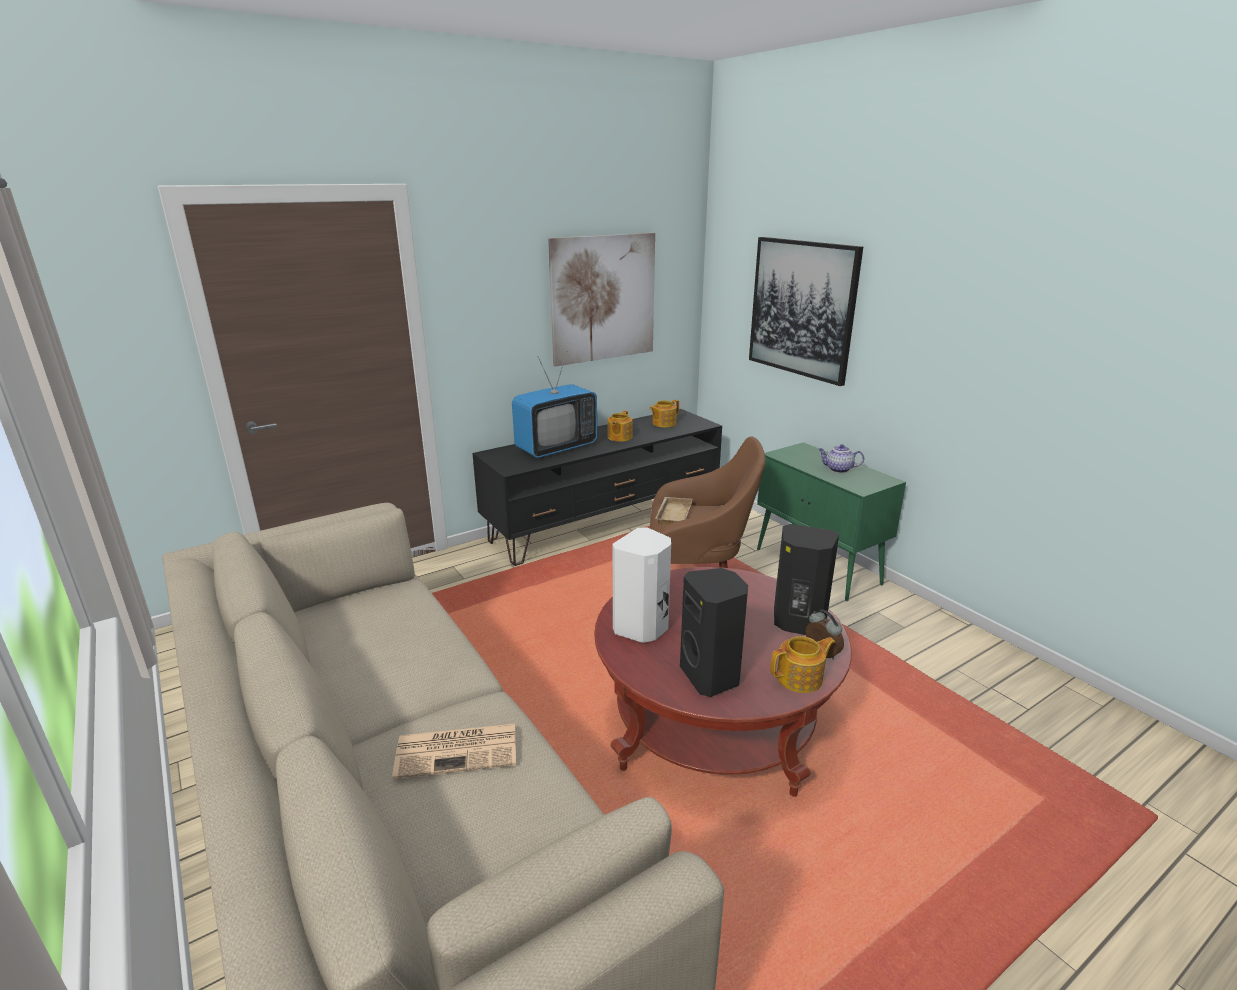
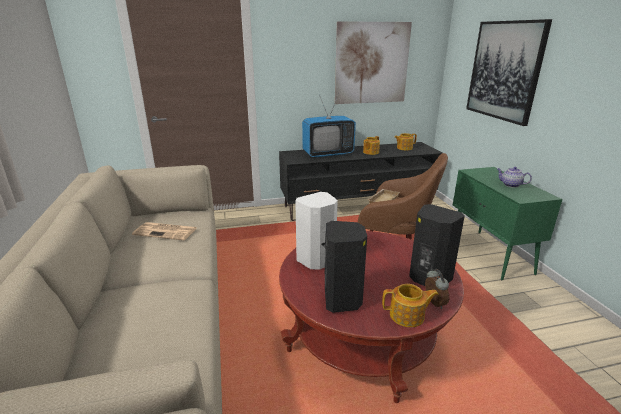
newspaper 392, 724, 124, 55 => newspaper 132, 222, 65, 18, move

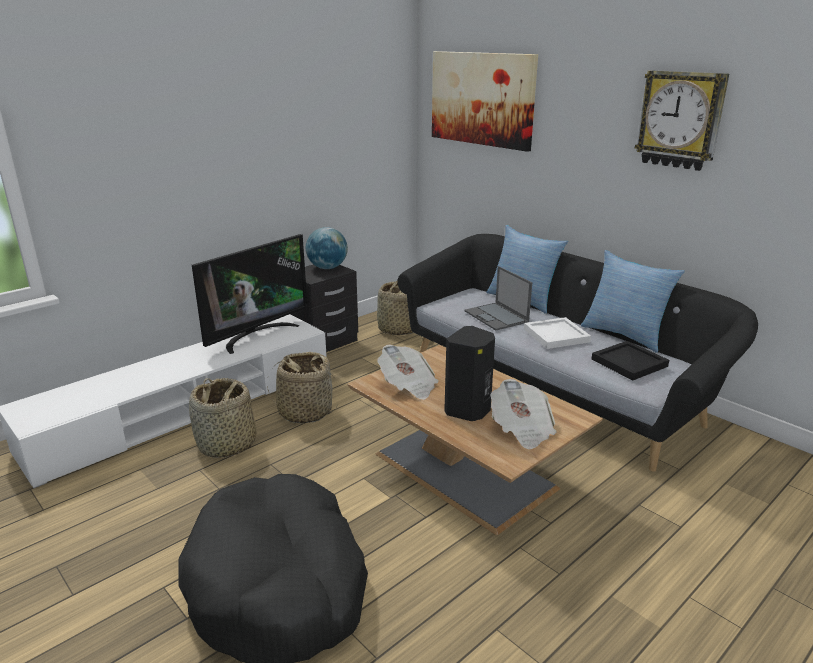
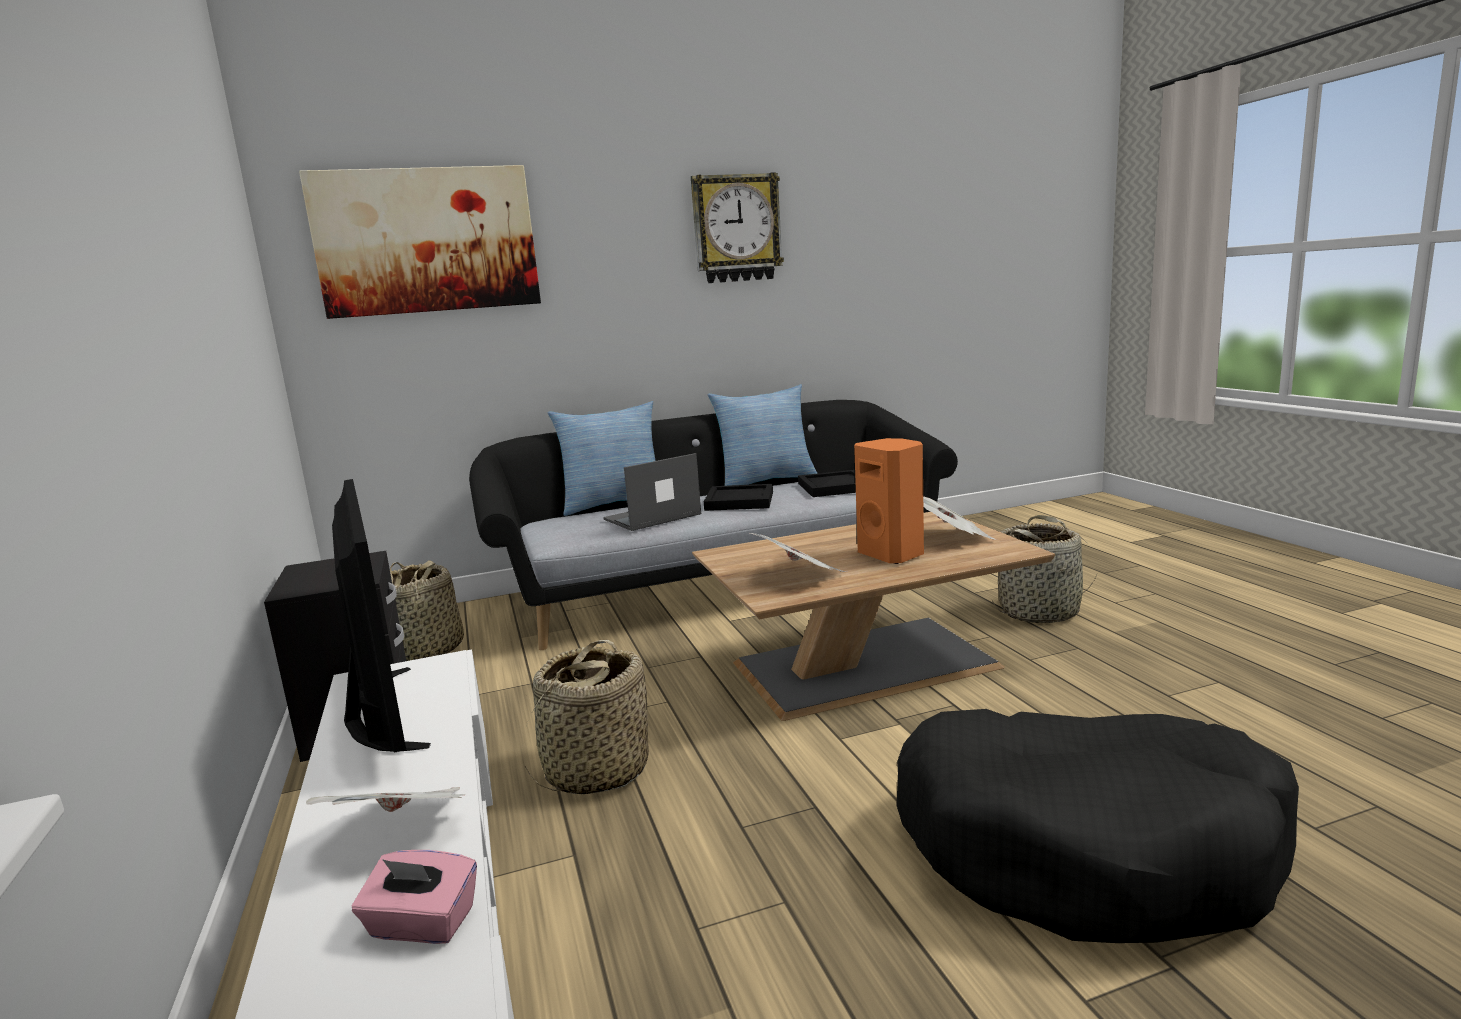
globe 306, 227, 42, 42 => nothing
nothing => newspaper 306, 787, 159, 25
nothing => pink tissue box 352, 850, 125, 94
basket 189, 378, 68, 80 => basket 992, 515, 106, 108, move
black speaker 444, 326, 51, 95 => orange speaker 854, 438, 70, 126
white tray 524, 317, 67, 32 => black tray 704, 484, 69, 27
laptop 464, 266, 68, 65 => laptop 603, 453, 98, 78, 150 degrees clockwise

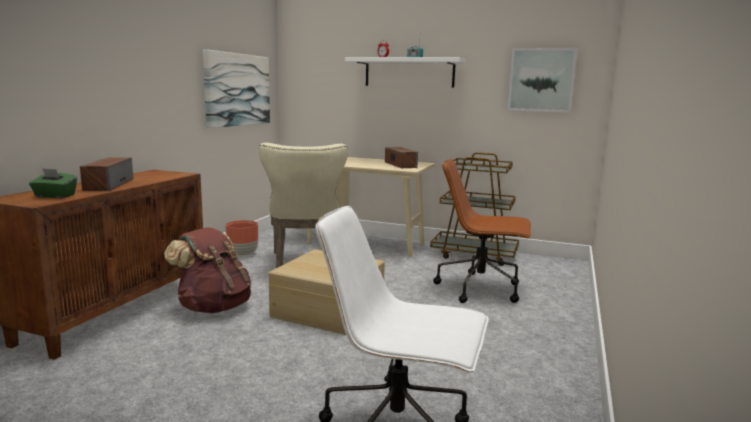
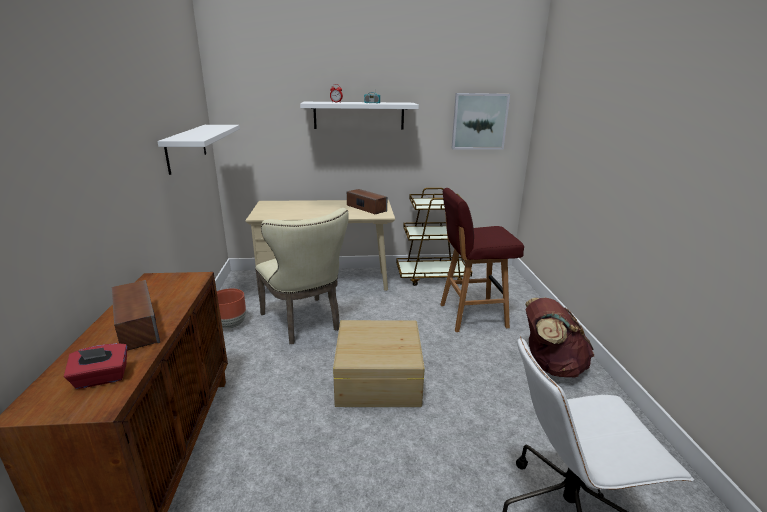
brown backpack 164, 227, 87, 86 => brown backpack 525, 297, 69, 80, move
picture 203, 49, 67, 79 => white shelf 157, 125, 83, 50
brown office chair 433, 159, 98, 144 => red stool 440, 188, 84, 144
green tissue box 29, 168, 48, 30 => red tissue box 64, 343, 63, 46

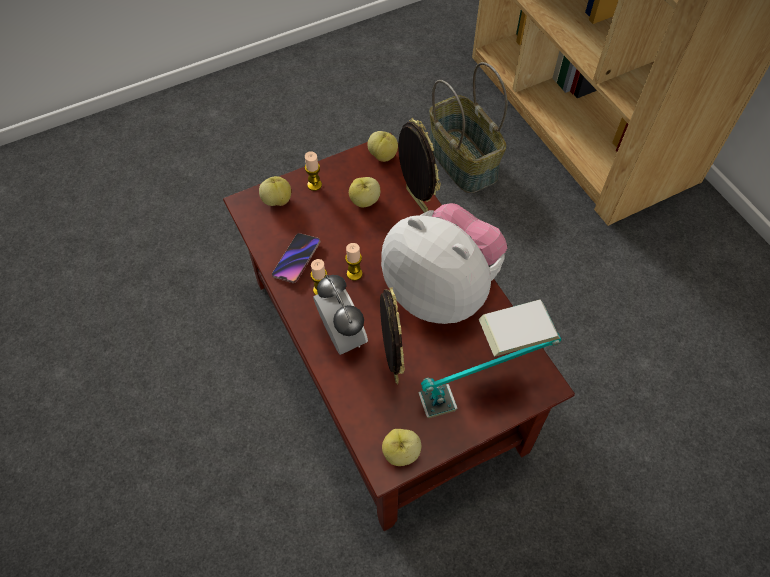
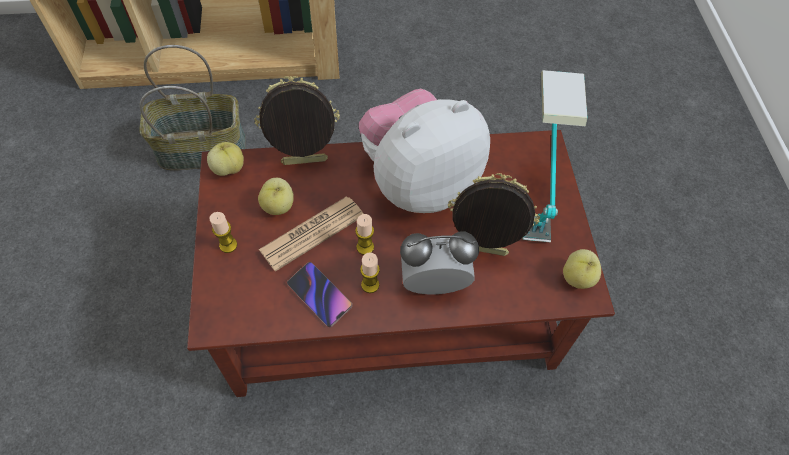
apple 259, 176, 32, 30 => nothing
nothing => newspaper 259, 196, 105, 76

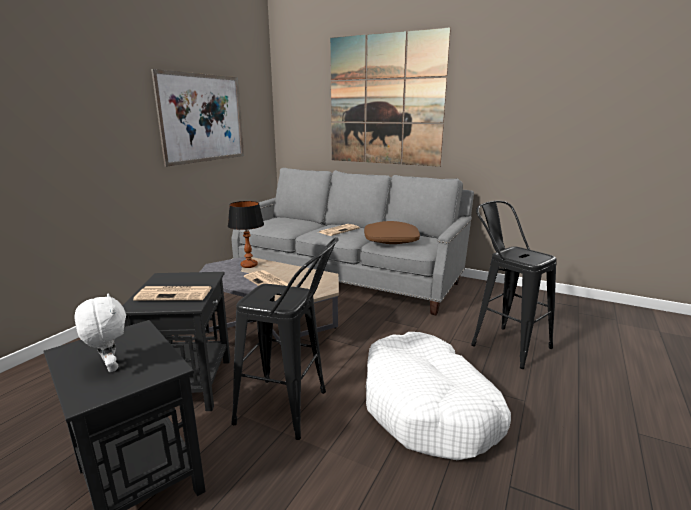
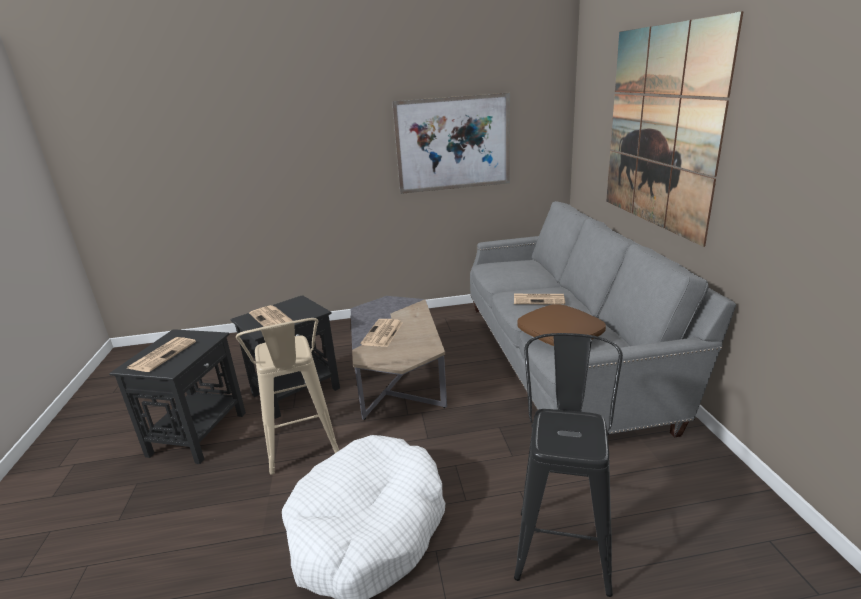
table lamp 228, 201, 36, 67 => nothing
white plush toy 74, 294, 52, 78 => newspaper 128, 337, 68, 35
black stool 231, 237, 108, 203 => beige stool 236, 318, 103, 157

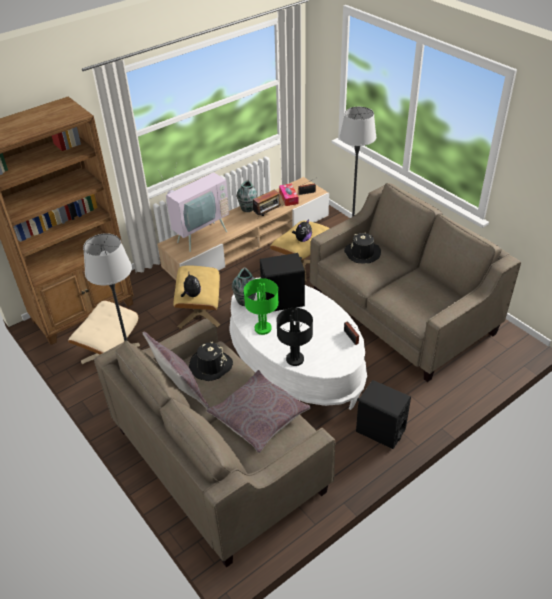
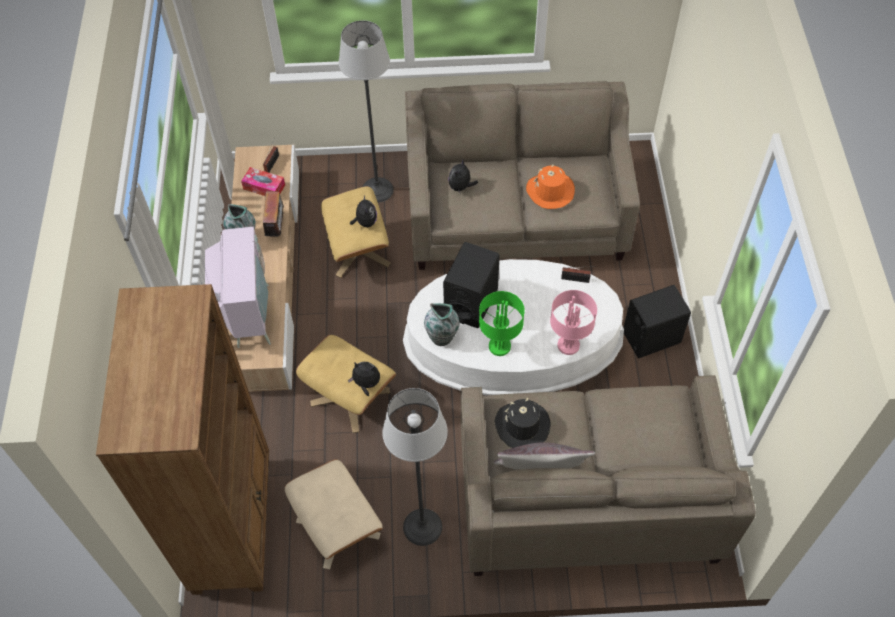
grey pillow 206, 370, 105, 83 => nothing
nothing => orange hat 526, 164, 49, 45
black hat 344, 232, 37, 31 => plush toy 448, 159, 30, 35
black table lamp 276, 308, 37, 58 => pink table lamp 550, 290, 47, 65

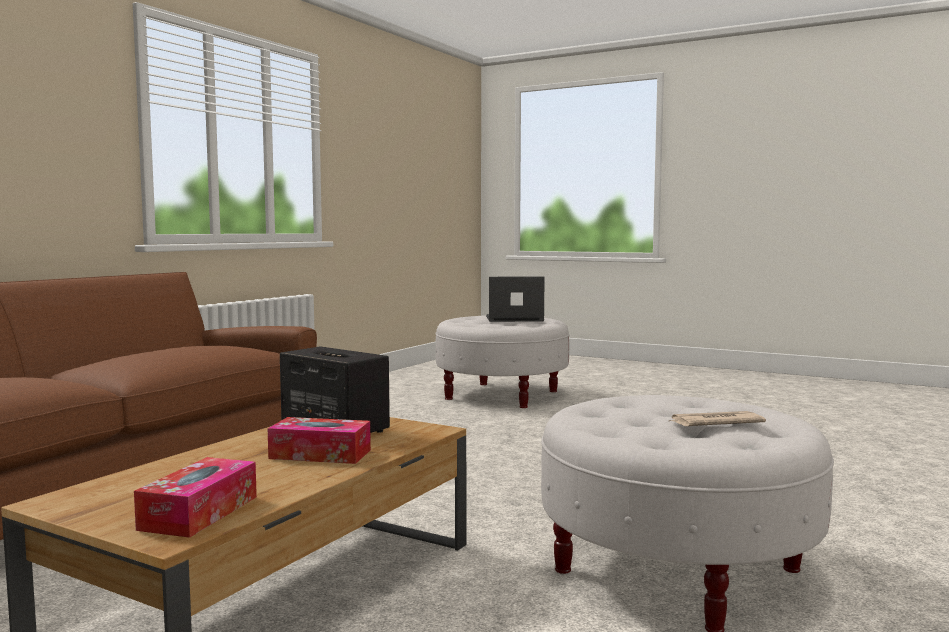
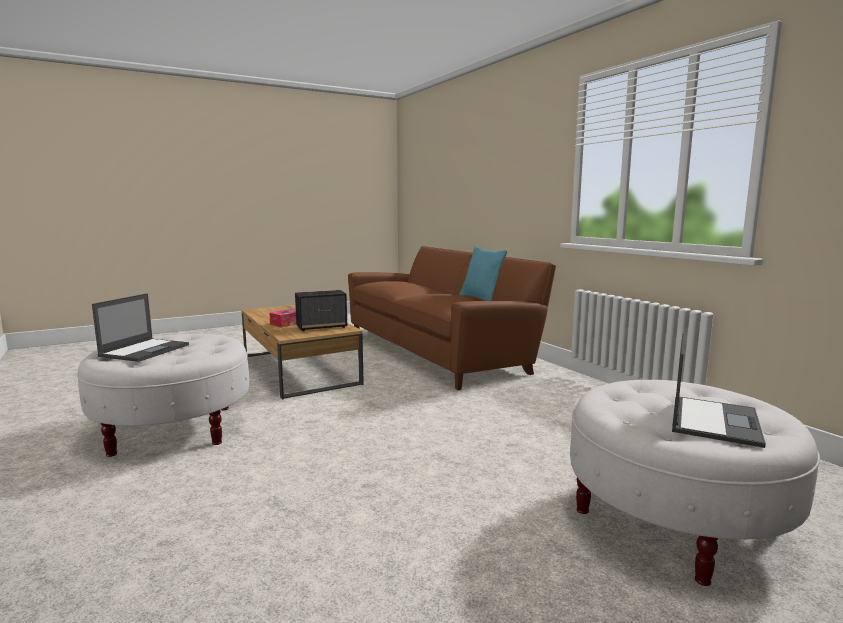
tissue box 134, 457, 123, 81 => nothing
nothing => turquoise pillow 460, 247, 47, 54
newspaper 669, 411, 97, 15 => laptop 92, 293, 97, 69

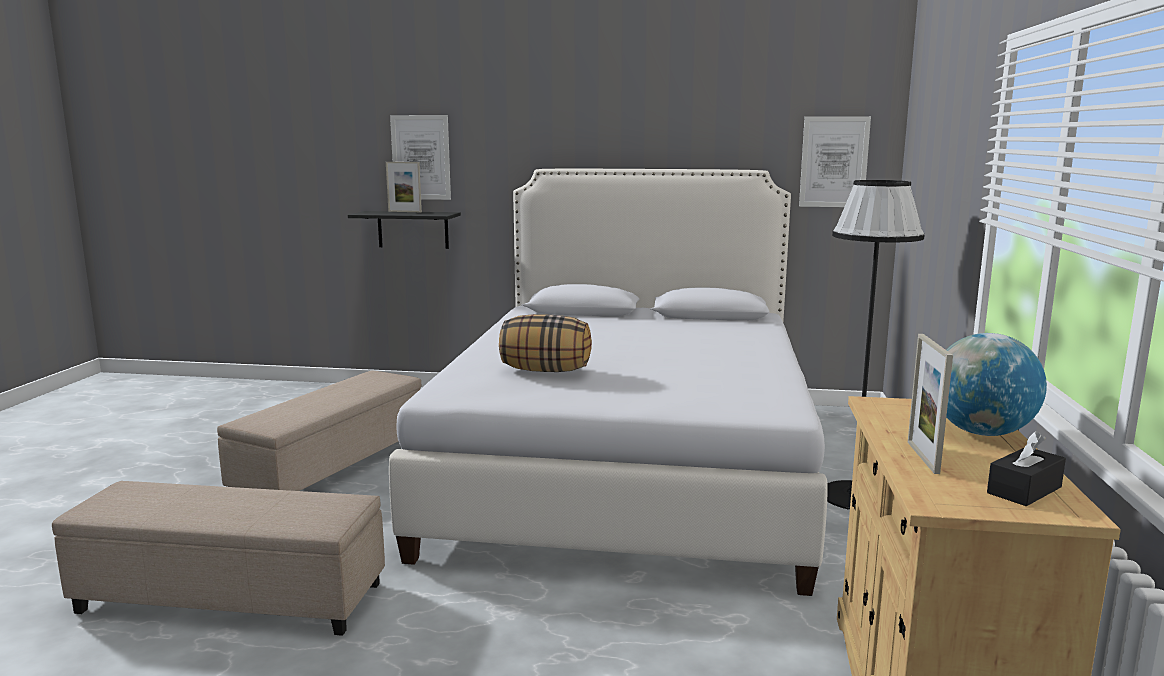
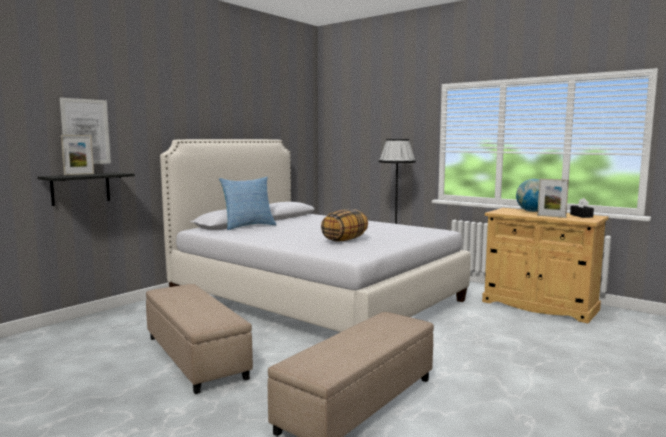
picture 799, 116, 72, 91 => nothing
nothing => pillow 219, 177, 57, 53

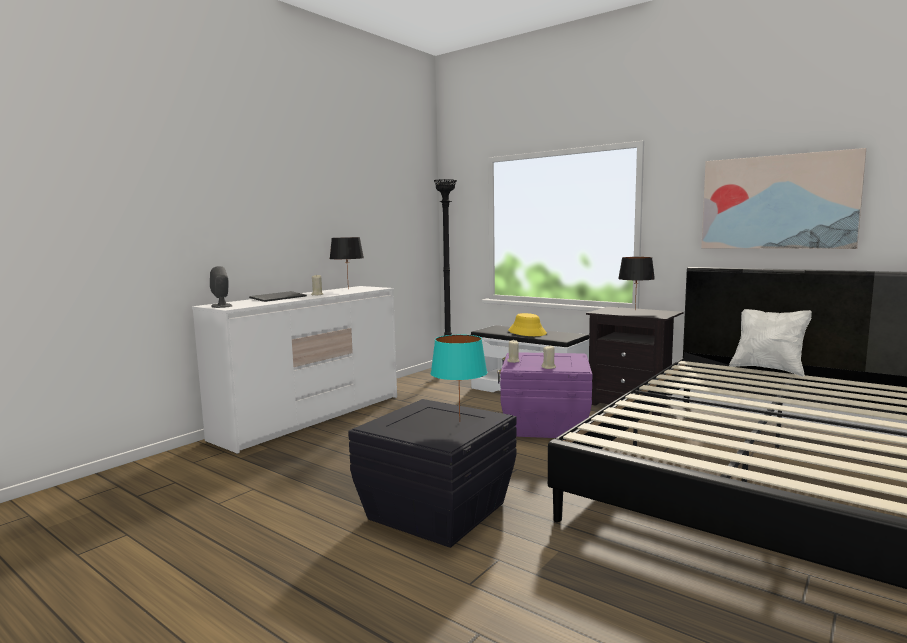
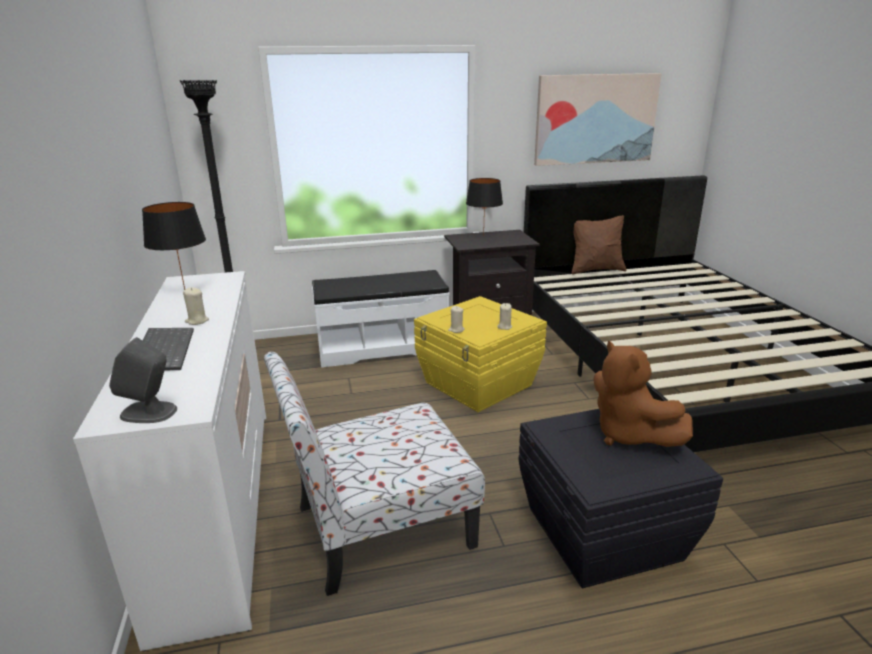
yellow hat 508, 313, 39, 23 => nothing
nothing => chair 264, 352, 221, 244
turquoise table lamp 431, 335, 56, 87 => brown plush toy 593, 340, 100, 107
purple storage box 497, 352, 95, 86 => yellow storage box 414, 296, 133, 116
white pillow 729, 309, 83, 68 => brown pillow 572, 215, 55, 60

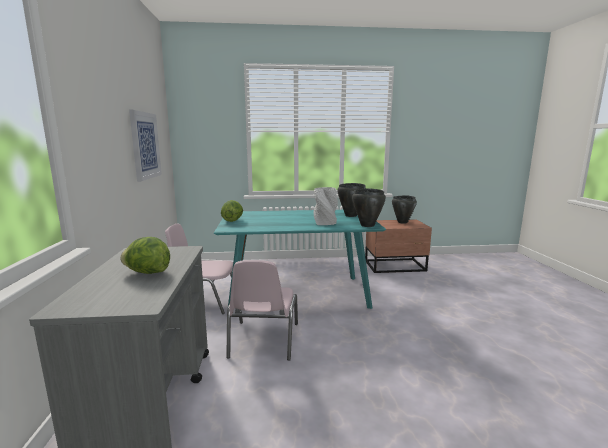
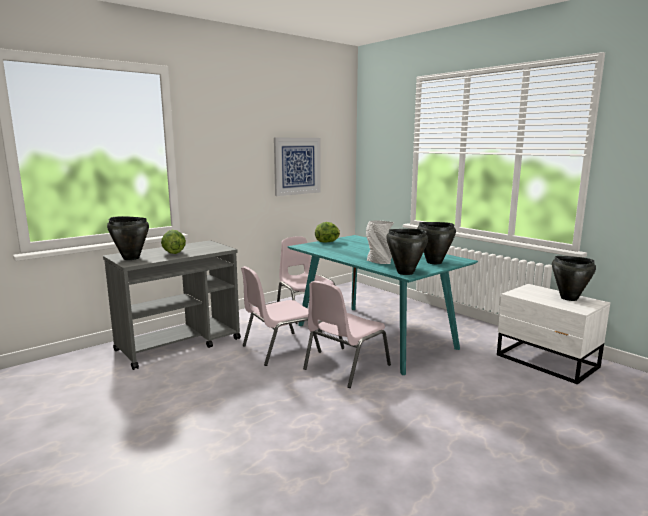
nothing => black cooking pot 107, 216, 42, 44
nothing => pink chair 303, 281, 88, 107
brown nightstand 365, 219, 67, 54 => white nightstand 497, 284, 113, 100

